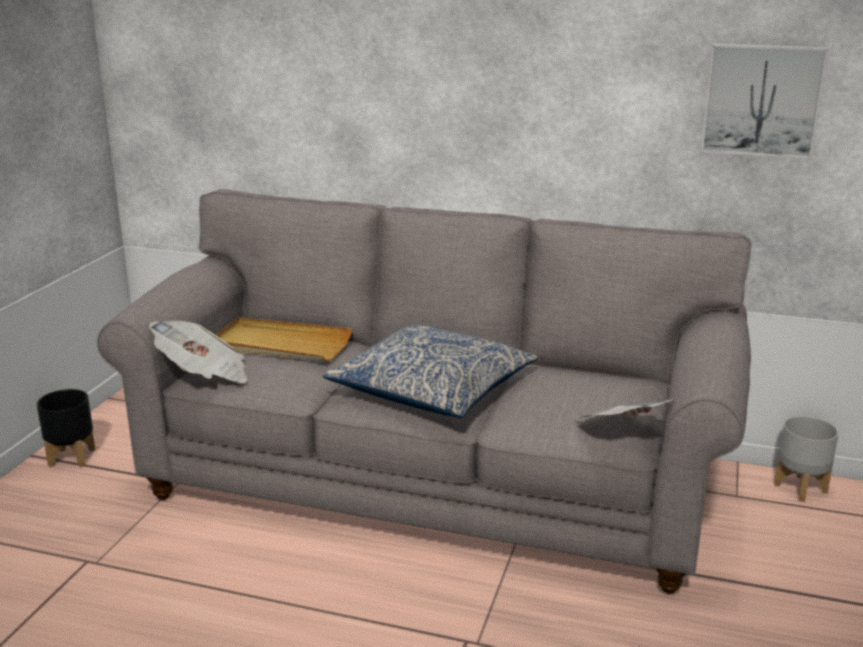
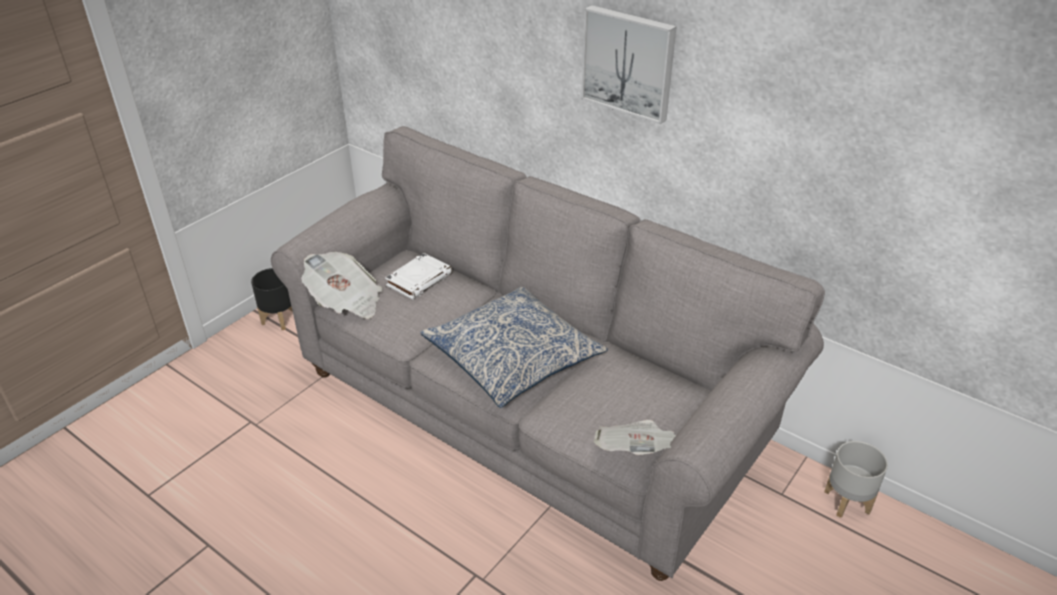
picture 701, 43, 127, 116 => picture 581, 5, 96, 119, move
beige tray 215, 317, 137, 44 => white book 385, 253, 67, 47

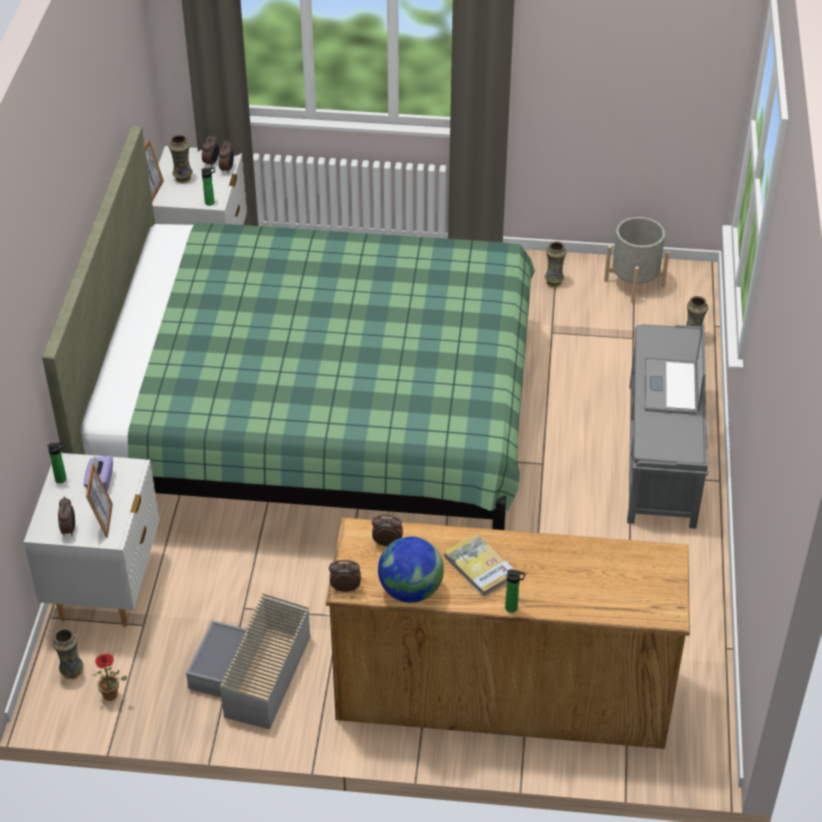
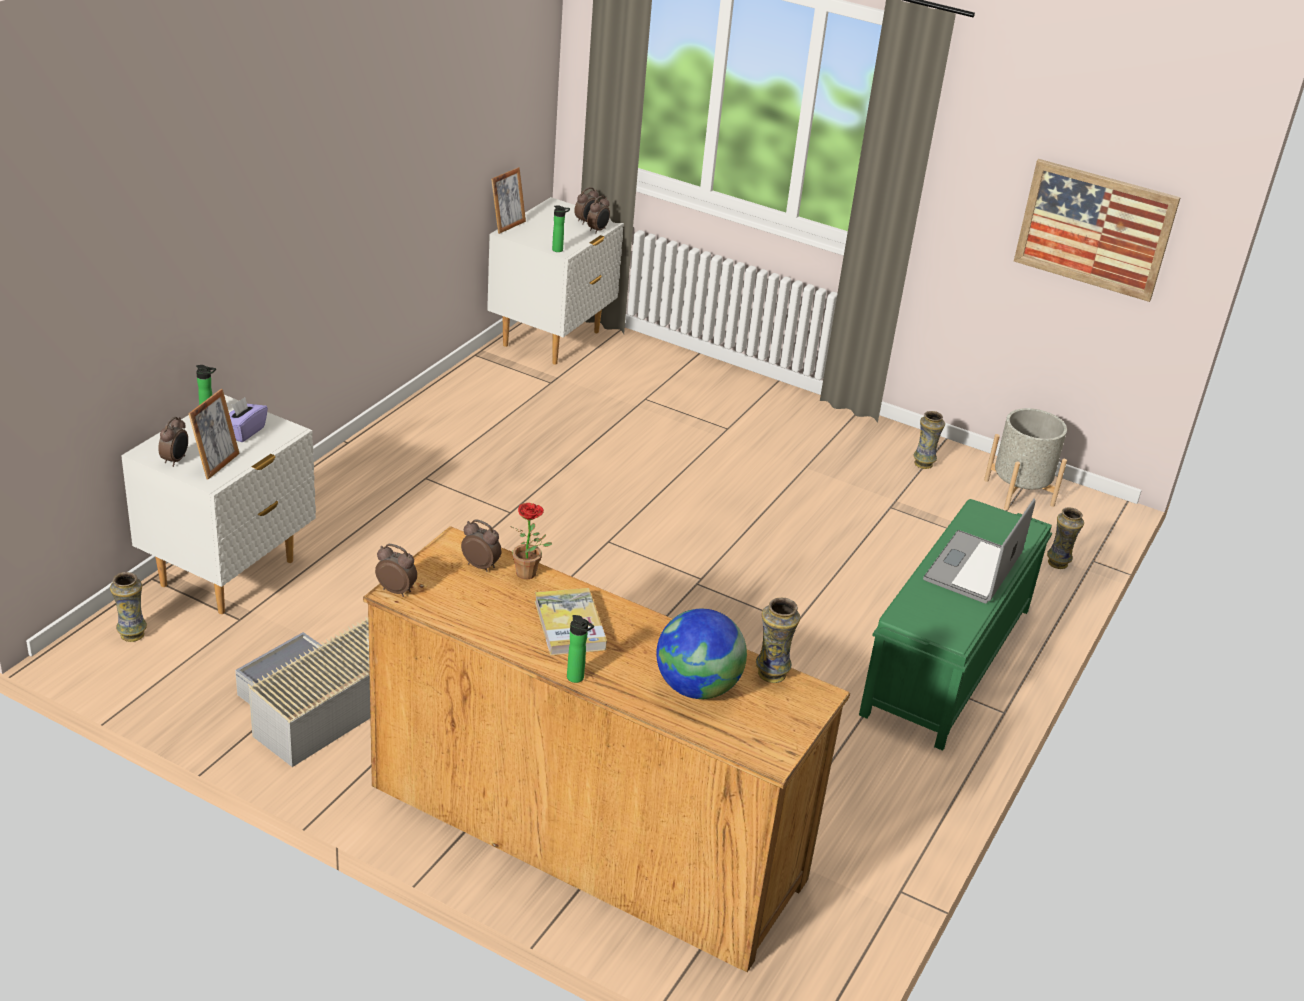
green bed 42, 126, 493, 404 => nothing
nothing => picture 1014, 159, 167, 143
potted plant 94, 654, 33, 47 => potted plant 510, 503, 42, 76, move
vase 168, 134, 25, 49 => vase 756, 598, 44, 85, move
globe 378, 536, 66, 67 => globe 656, 609, 91, 90, move
grey bench 627, 324, 81, 205 => green bench 859, 499, 193, 252

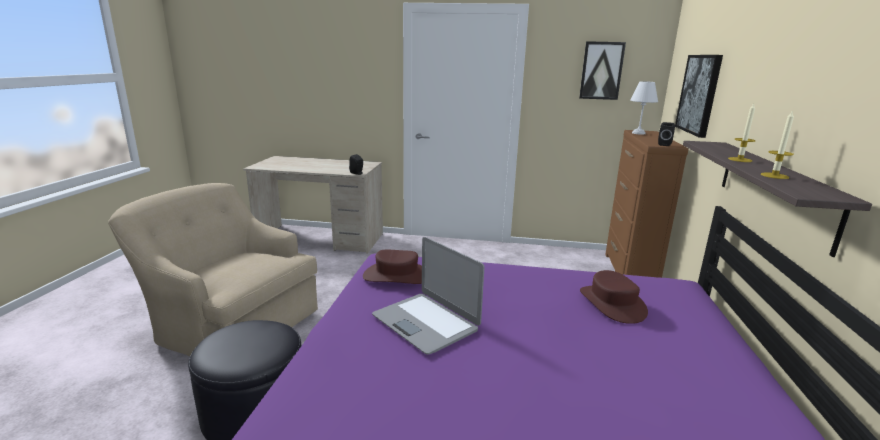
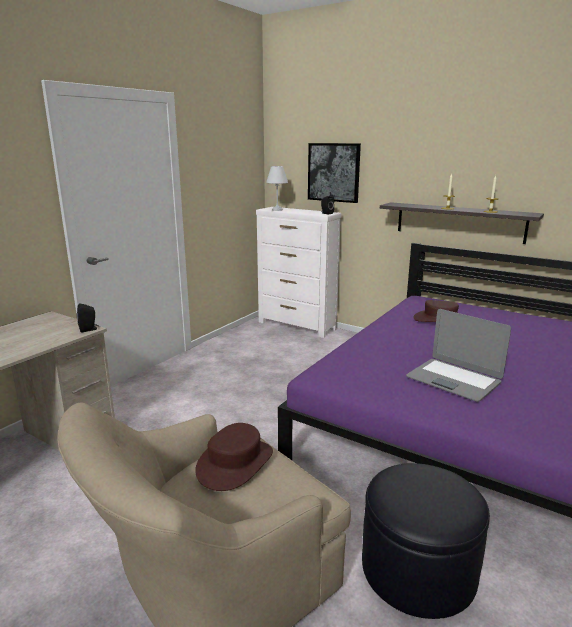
picture 579, 41, 47, 59 => nothing
brown hat 363, 250, 59, 34 => brown hat 195, 423, 78, 68, move
brown dresser 605, 130, 83, 148 => white dresser 256, 207, 85, 131
laptop 372, 237, 113, 117 => laptop 406, 309, 105, 93, 60 degrees clockwise

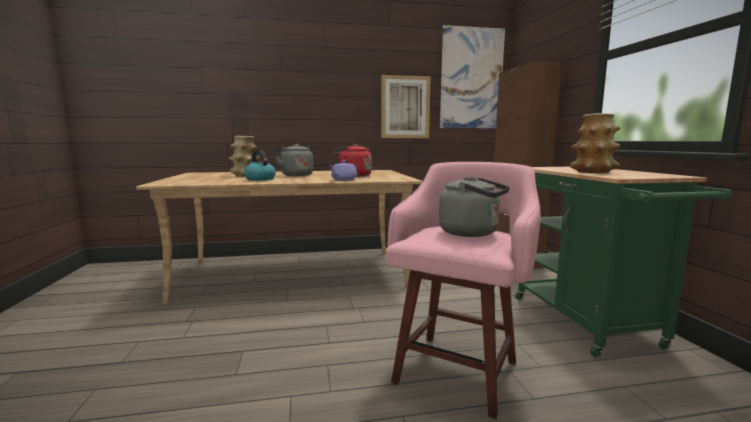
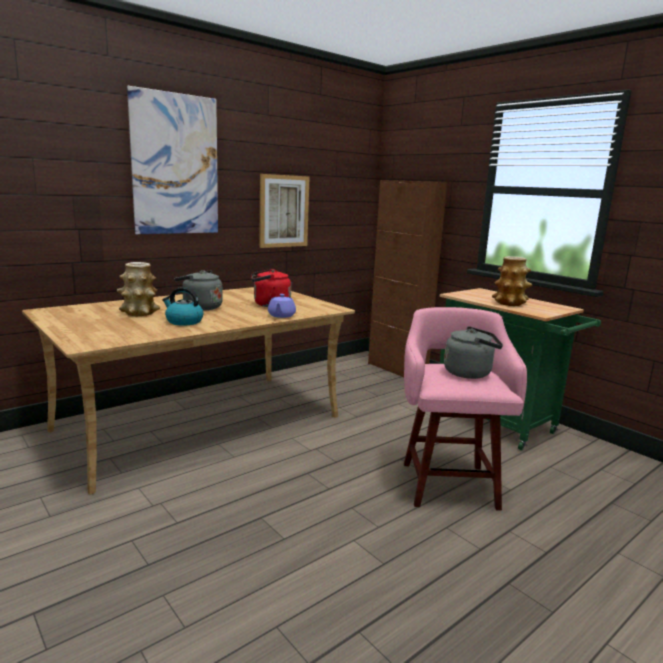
picture 440, 25, 65, 103 => picture 127, 86, 91, 148, move

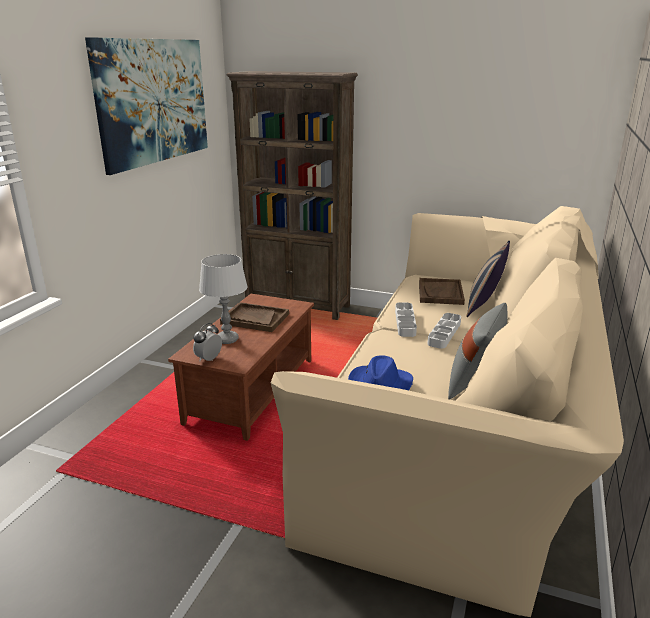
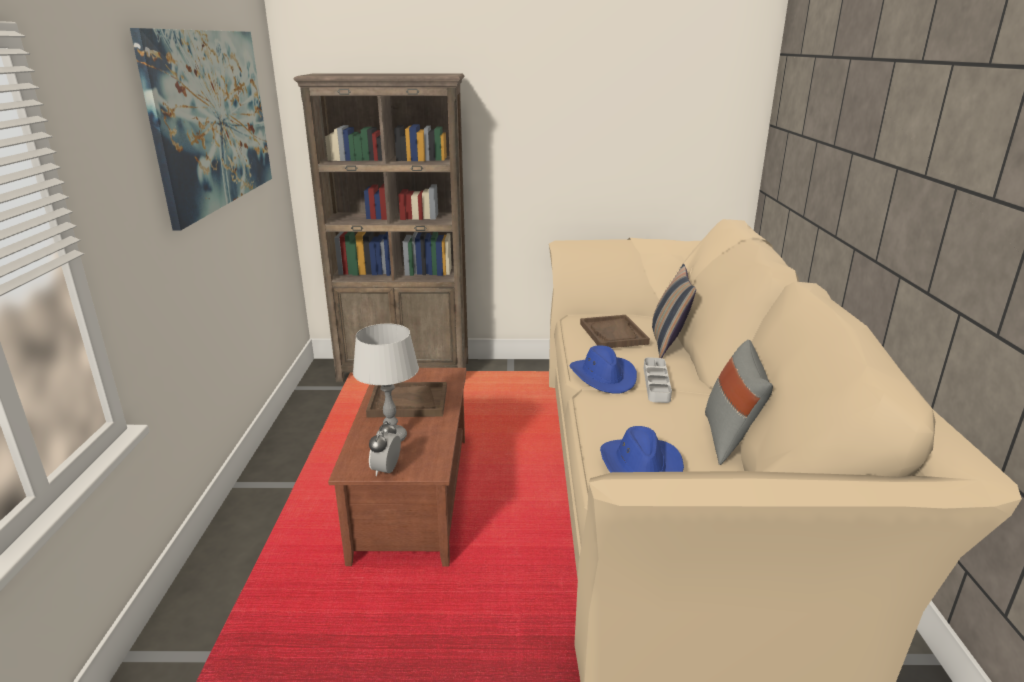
grey tray 395, 302, 22, 35 => blue hat 569, 345, 68, 49

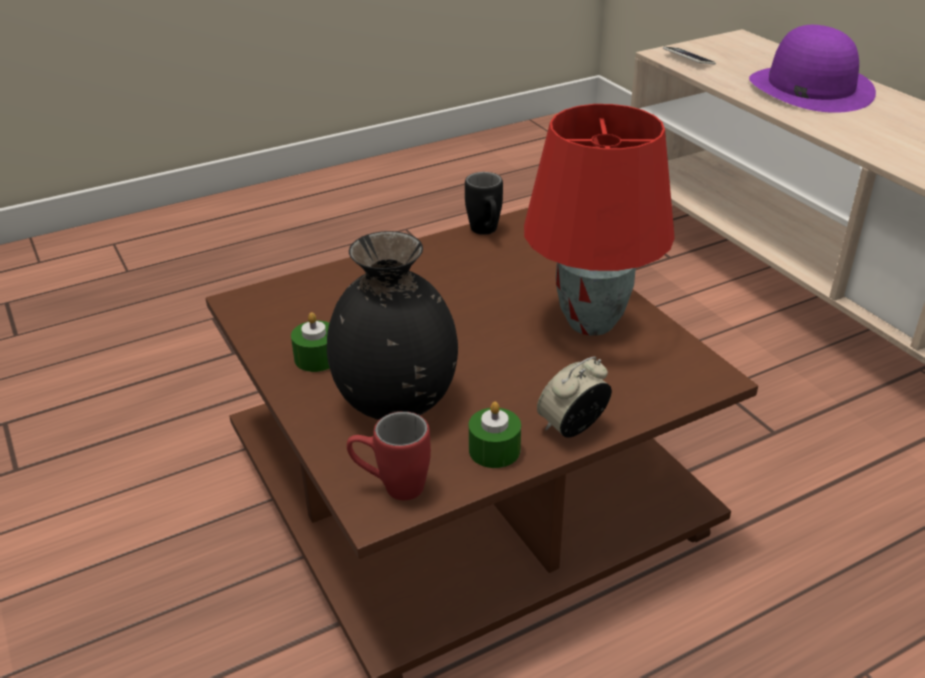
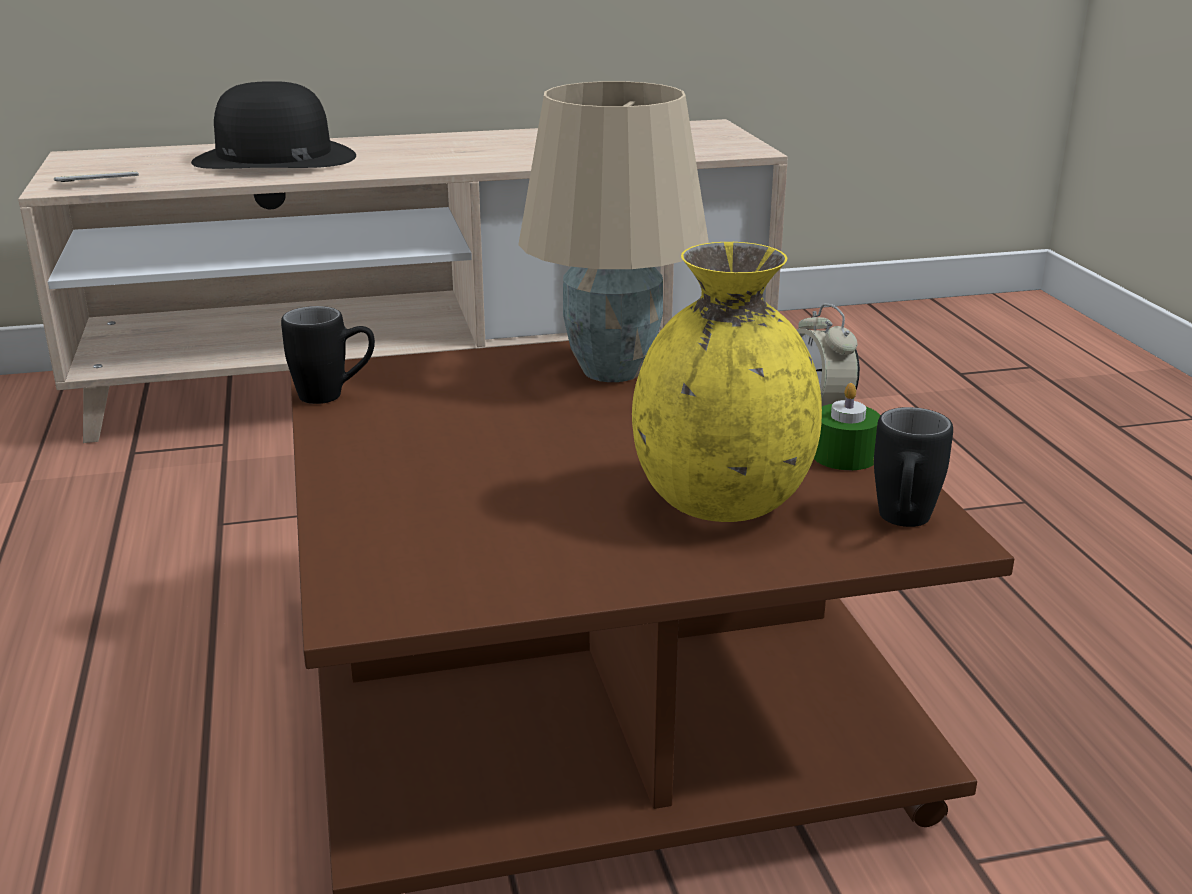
green candle 291, 312, 39, 60 => nothing
black vase 327, 231, 131, 189 => yellow vase 632, 242, 190, 280
red mug 347, 411, 84, 89 => black mug 874, 407, 79, 120
red table lamp 524, 104, 151, 232 => beige table lamp 518, 81, 191, 301
purple hat 749, 25, 127, 88 => black hat 191, 81, 165, 88

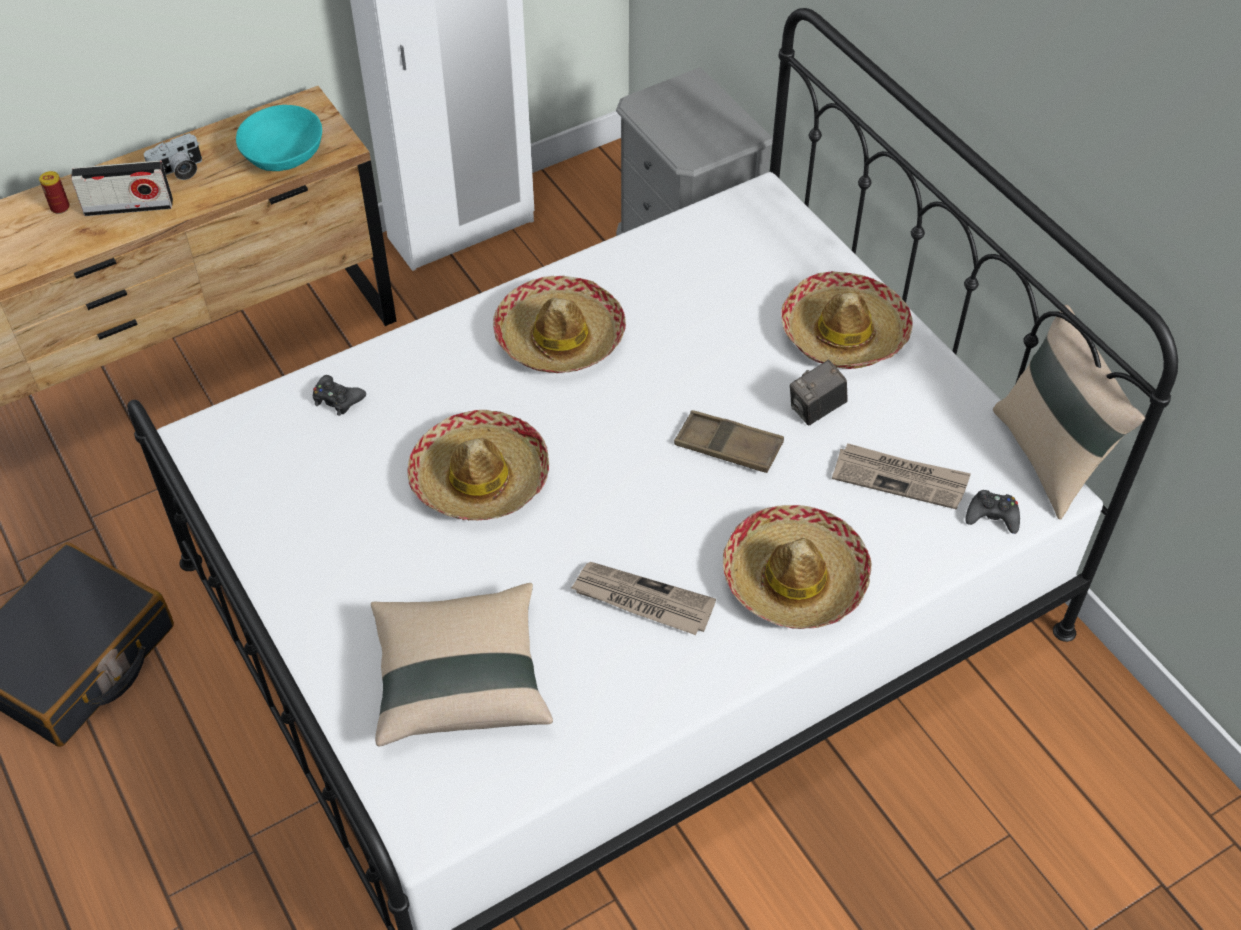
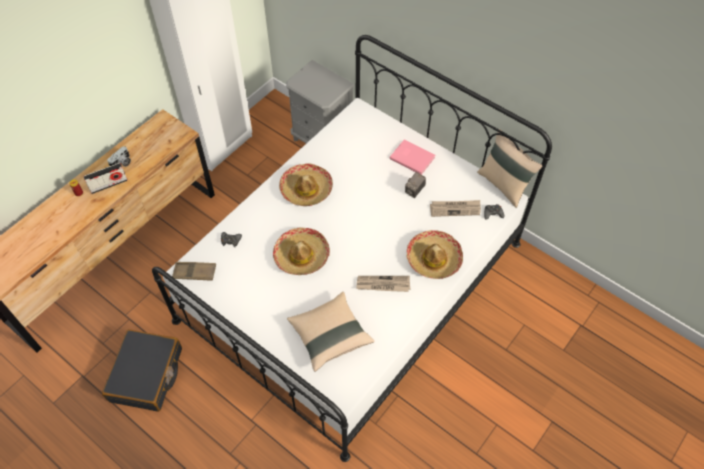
turquoise bowl 236, 105, 86, 66 => nothing
brown tray 674, 410, 110, 63 => brown tray 172, 262, 44, 19, move
hat 781, 271, 132, 98 => pink book 390, 140, 45, 35

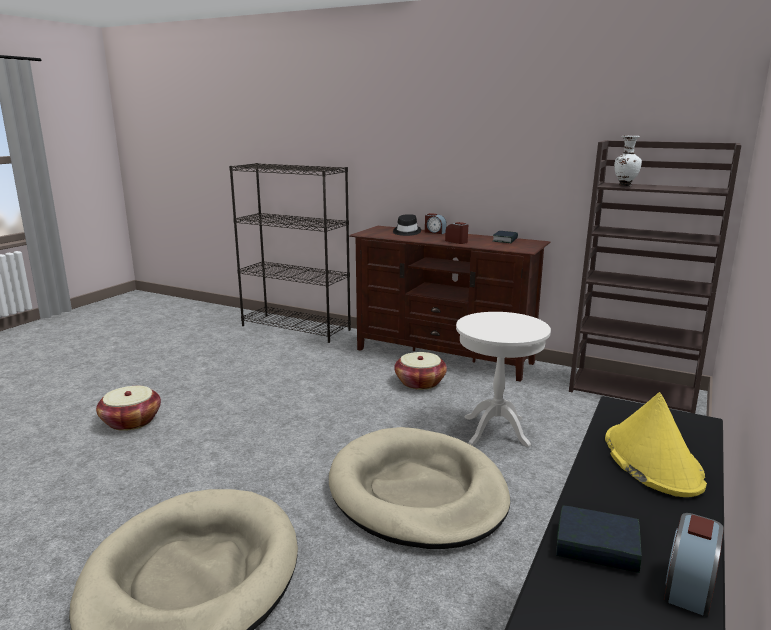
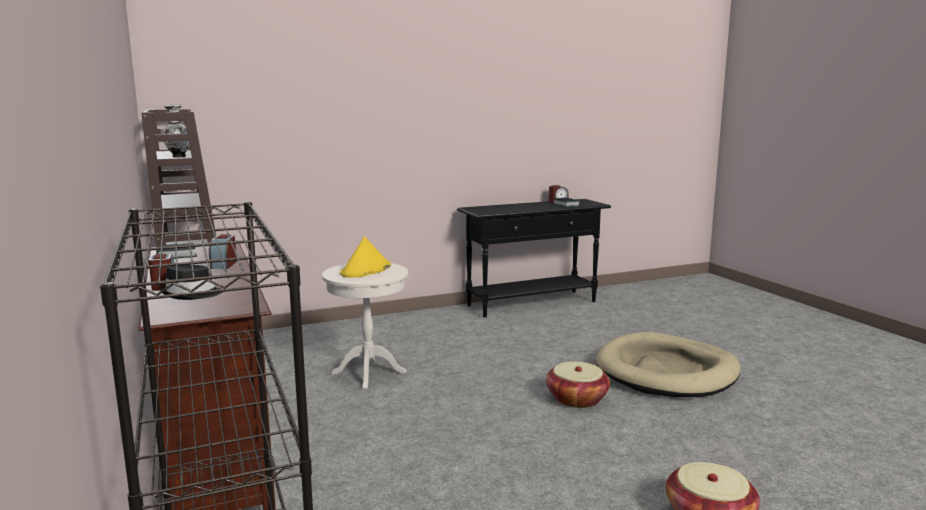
beige dog bed 329, 427, 181, 122 => nothing
basket 394, 352, 53, 38 => basket 546, 361, 64, 47, move
yellow hat 605, 392, 102, 105 => yellow hat 340, 236, 51, 42, move

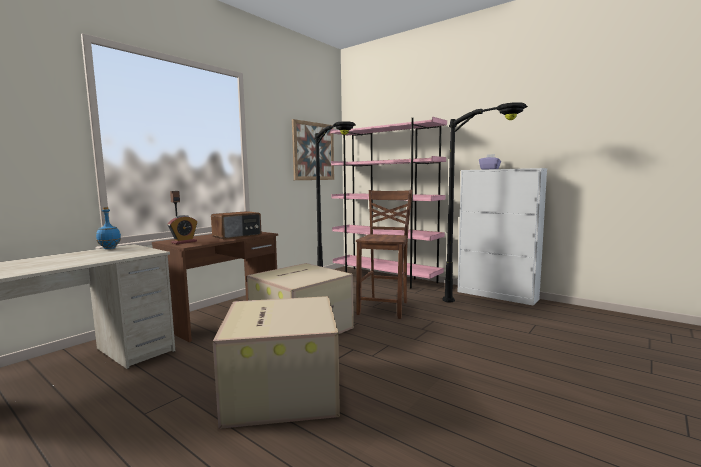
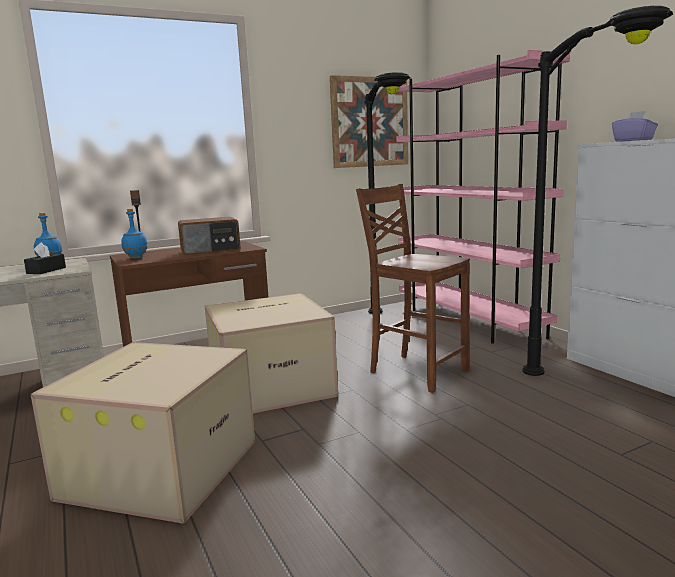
nothing => black tissue box 24, 243, 42, 31
alarm clock 168, 215, 29, 29 => blue bottle 121, 209, 27, 50
brown chair 356, 190, 57, 129 => brown chair 356, 184, 114, 209, 90 degrees counterclockwise

